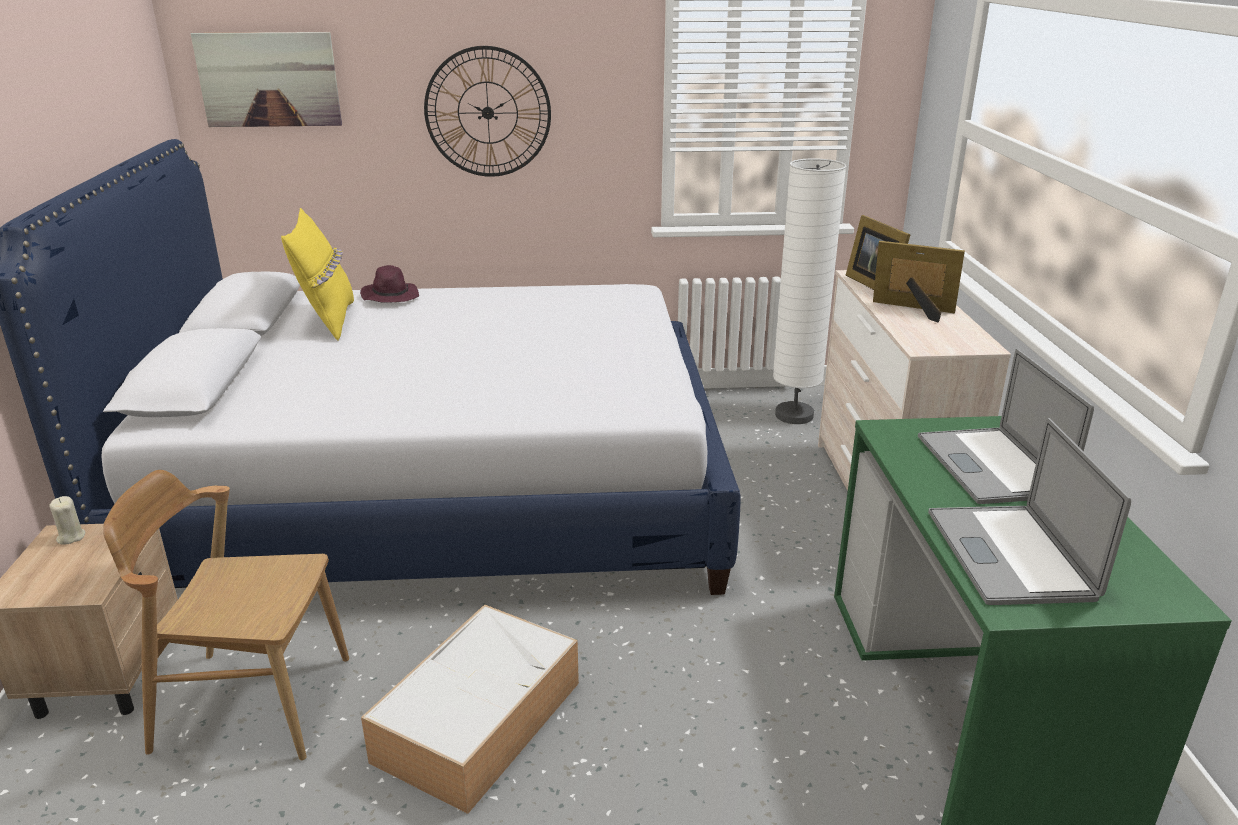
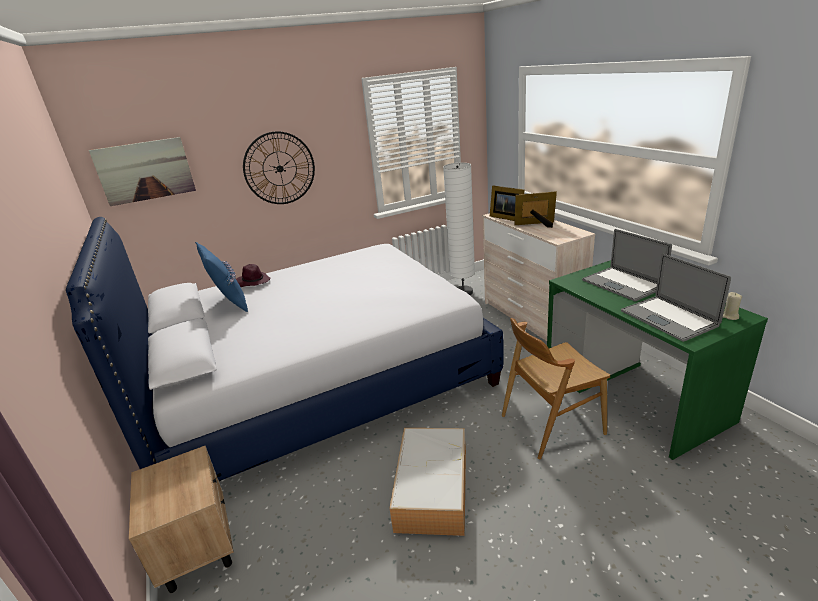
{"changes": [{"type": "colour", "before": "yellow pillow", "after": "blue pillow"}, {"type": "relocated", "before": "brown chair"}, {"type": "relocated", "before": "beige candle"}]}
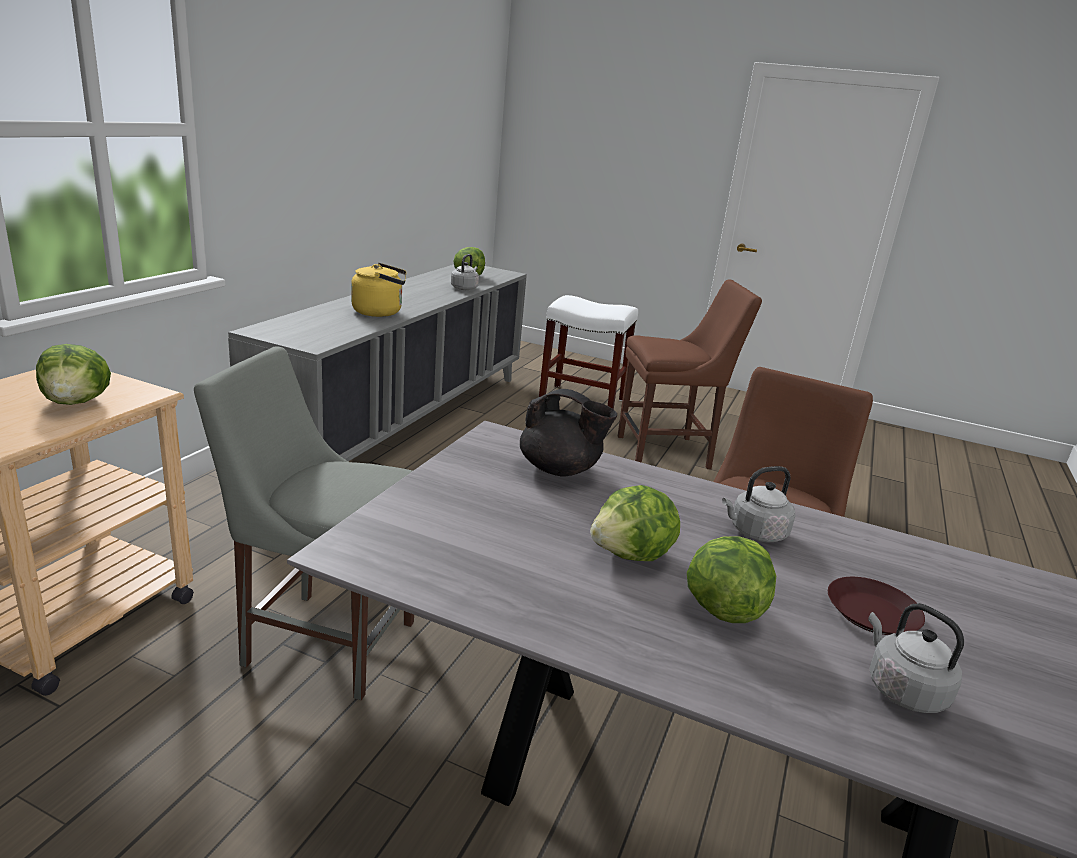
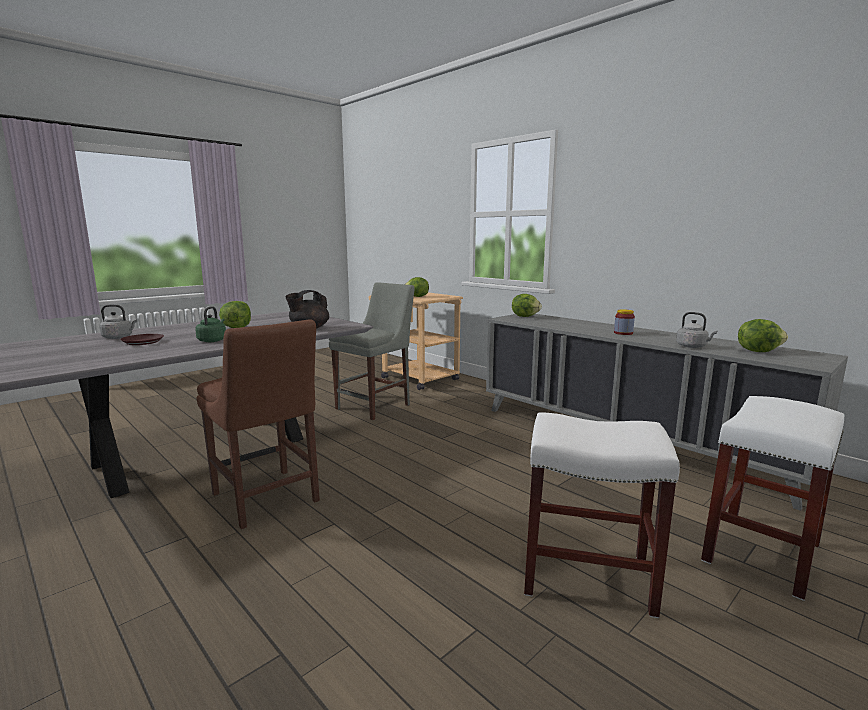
{"changes": [{"type": "colour", "before": "grey kettle (no. 2 from left)", "after": "green kettle"}, {"type": "relocated", "before": "lettuce (no. 4 from left in the first image)", "after": "lettuce (no. 3 from left)"}, {"type": "exchanged", "before": "brown chair (no. 1 from left)", "after": "white stool (no. 1 from left)"}, {"type": "appeared", "after": "jar"}, {"type": "missing", "before": "yellow kettle"}]}
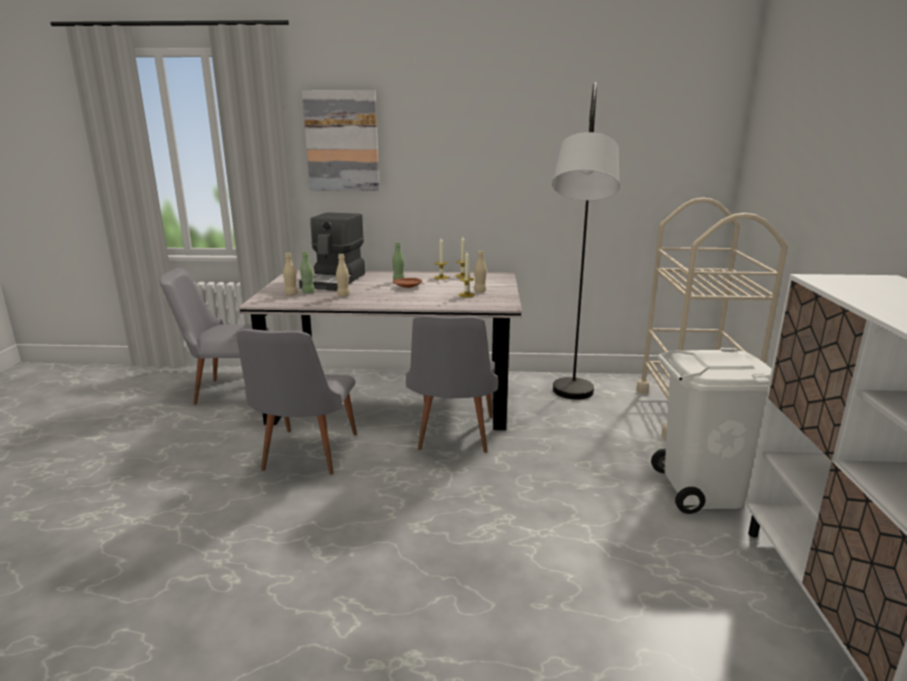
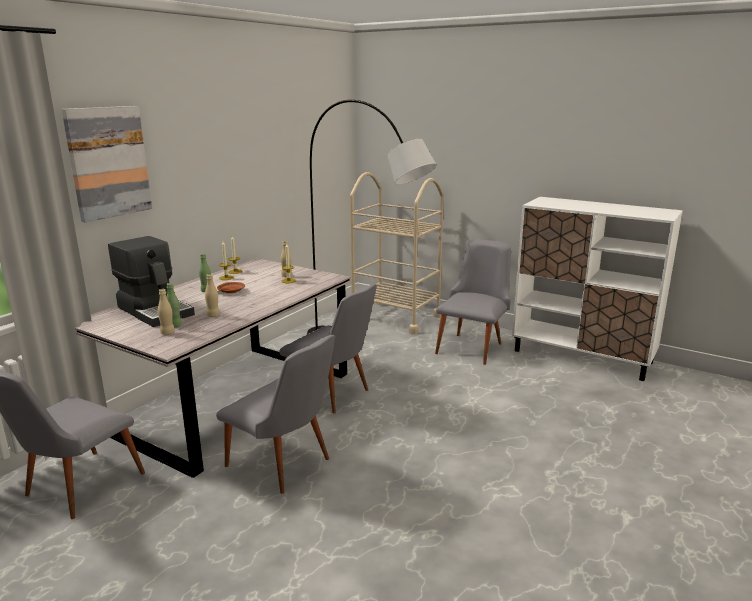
{"changes": [{"type": "exchanged", "before": "white trash can", "after": "grey chair (no. 4 from left)"}]}
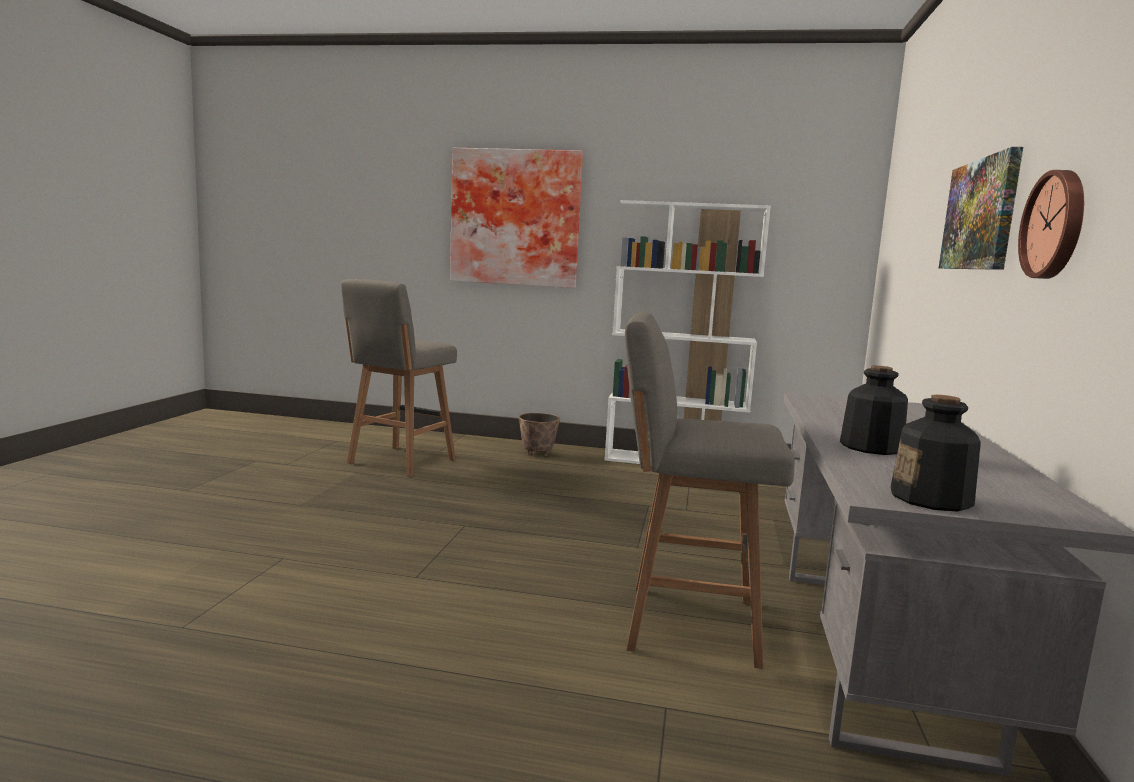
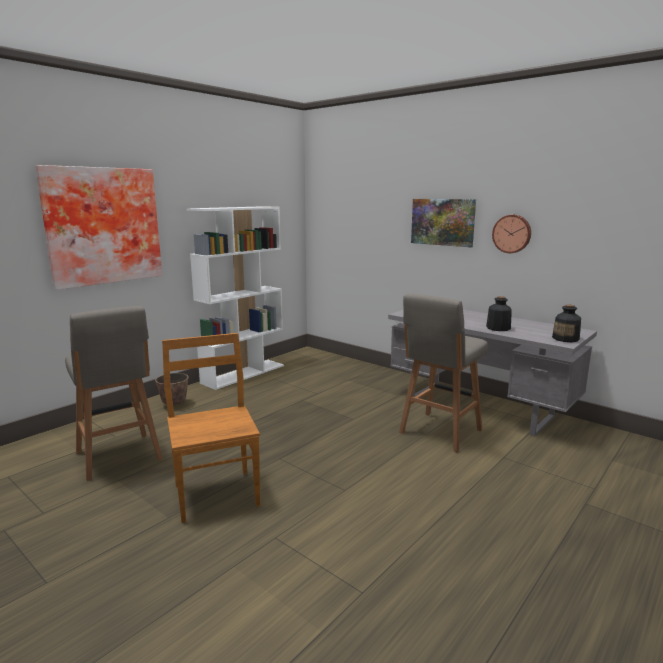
{"changes": [{"type": "appeared", "after": "brown chair"}]}
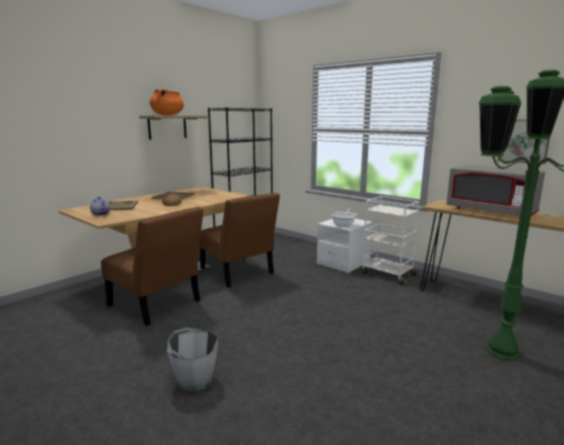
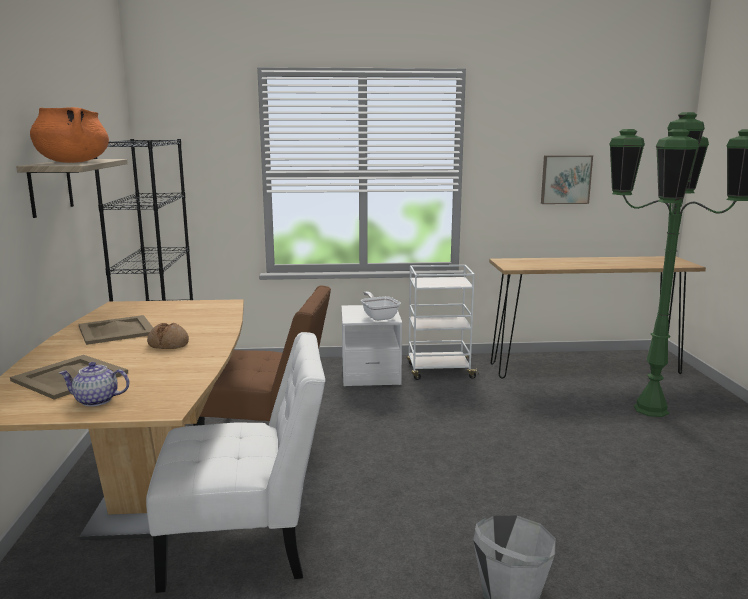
{"changes": [{"type": "colour", "before": "brown chair (no. 1 from left)", "after": "white chair"}, {"type": "missing", "before": "grey microwave"}]}
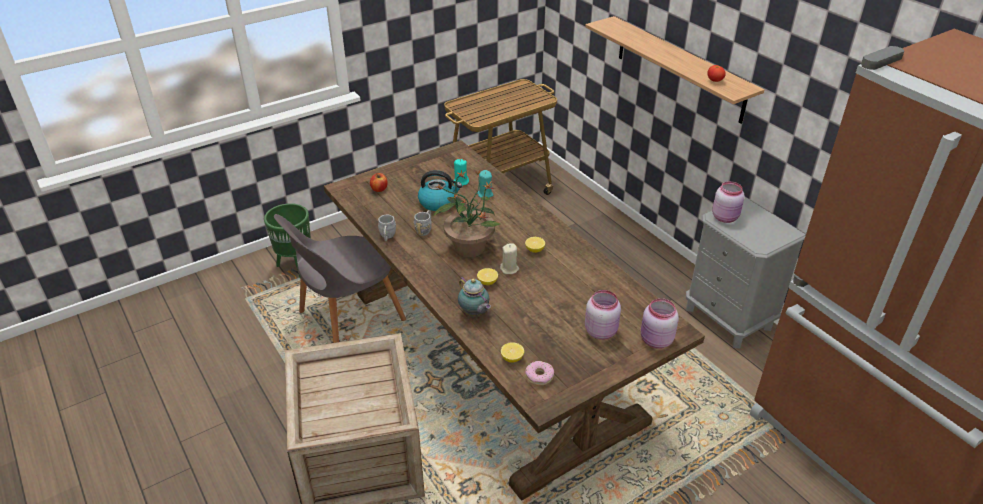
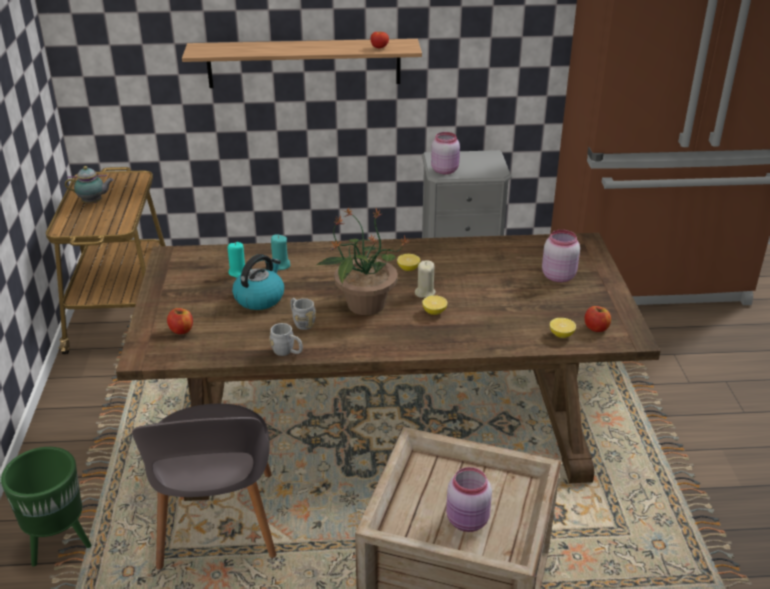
{"changes": [{"type": "relocated", "before": "teapot"}, {"type": "relocated", "before": "pink jar (no. 2 from left)"}, {"type": "exchanged", "before": "donut", "after": "apple (no. 2 from left)"}]}
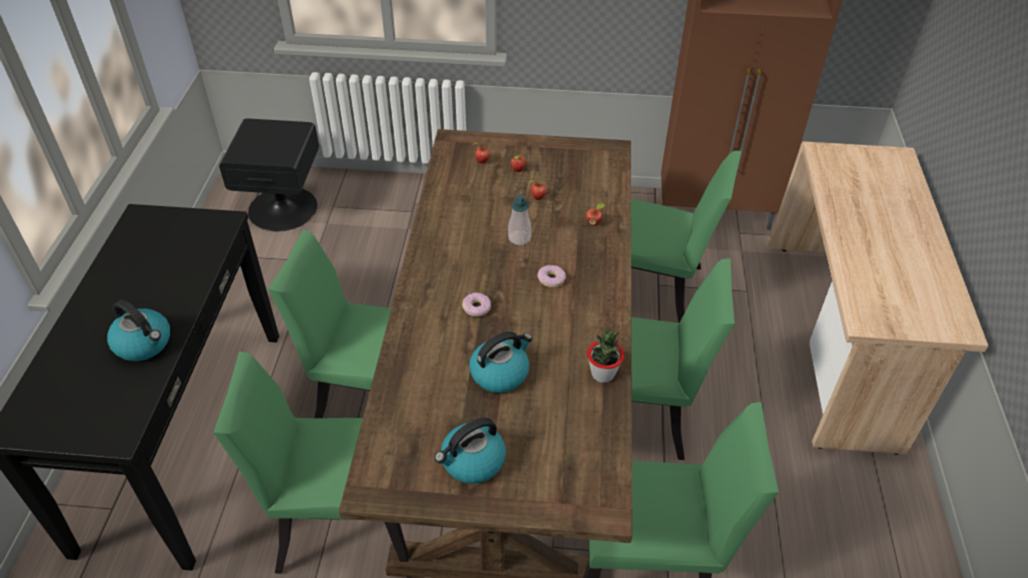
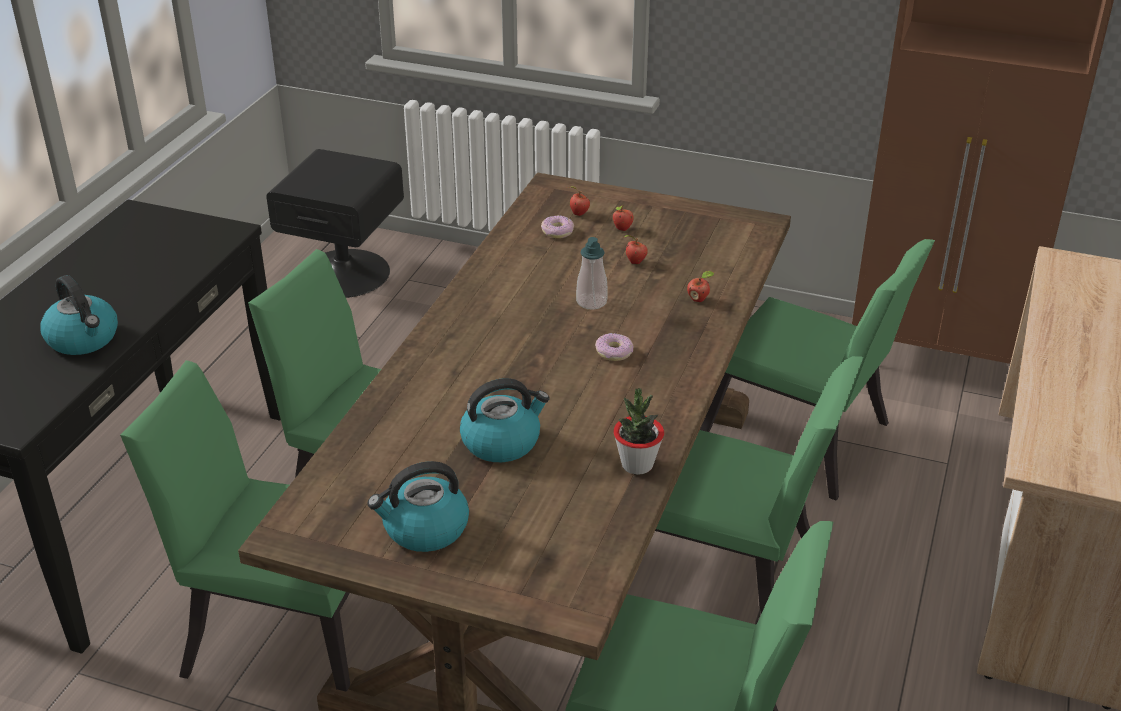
{"changes": [{"type": "relocated", "before": "donut (no. 1 from left)"}]}
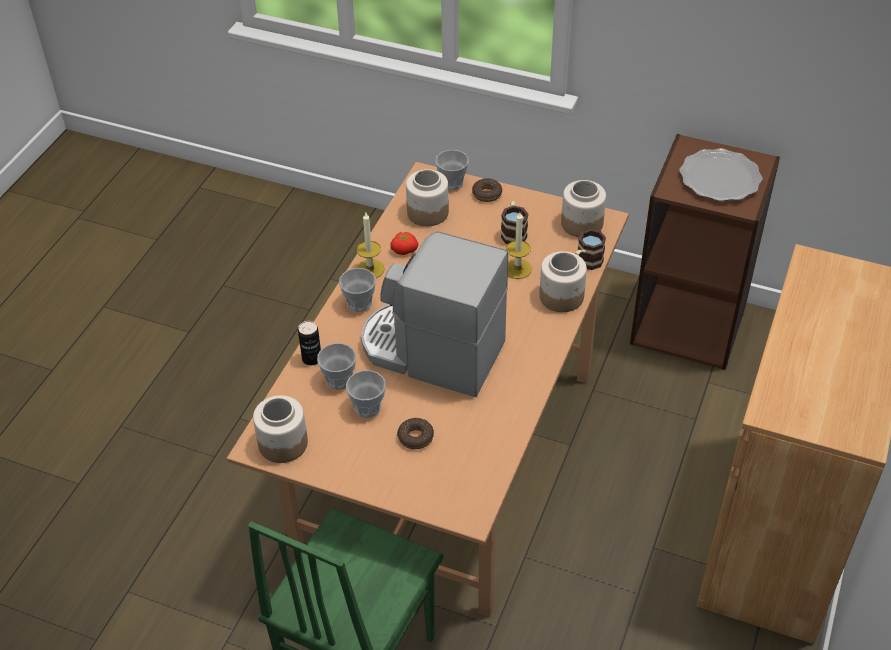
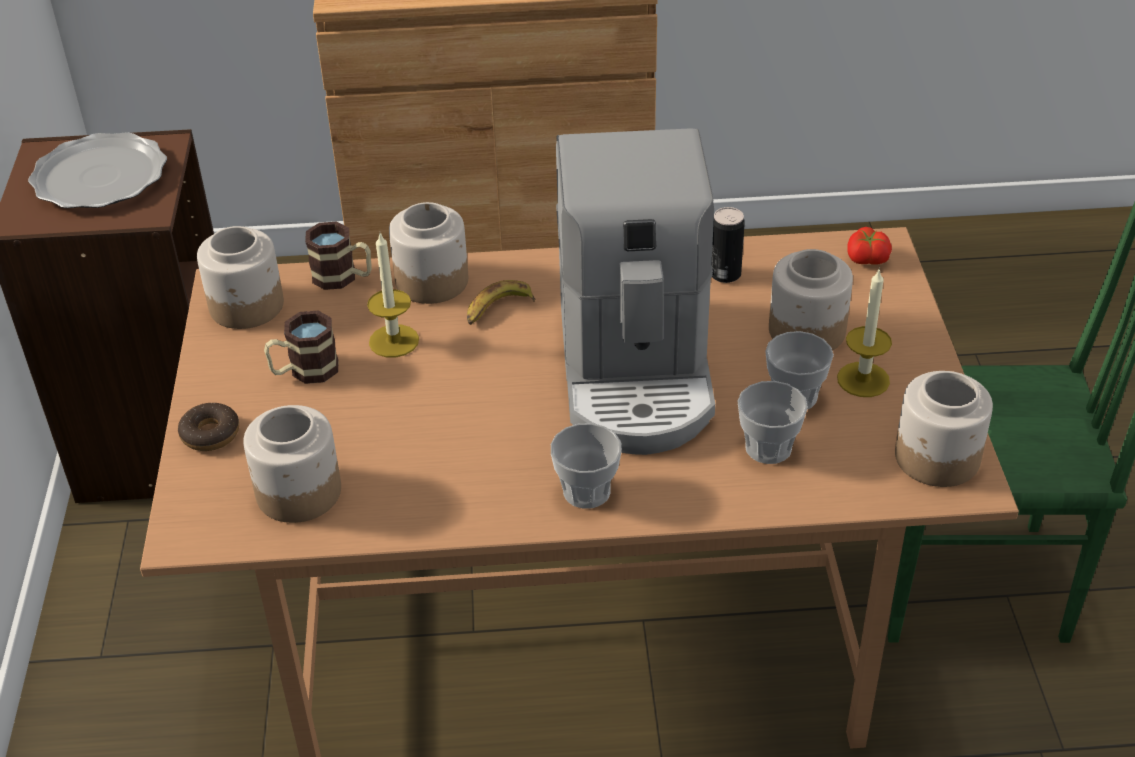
{"changes": [{"type": "appeared", "after": "banana"}, {"type": "relocated", "before": "can"}, {"type": "exchanged", "before": "donut (no. 1 from left)", "after": "jar (no. 4 from left)"}, {"type": "relocated", "before": "candle (no. 1 from left in the first image)", "after": "candle (no. 2 from left)"}, {"type": "relocated", "before": "tomato"}, {"type": "missing", "before": "cup (no. 4 from left)"}]}
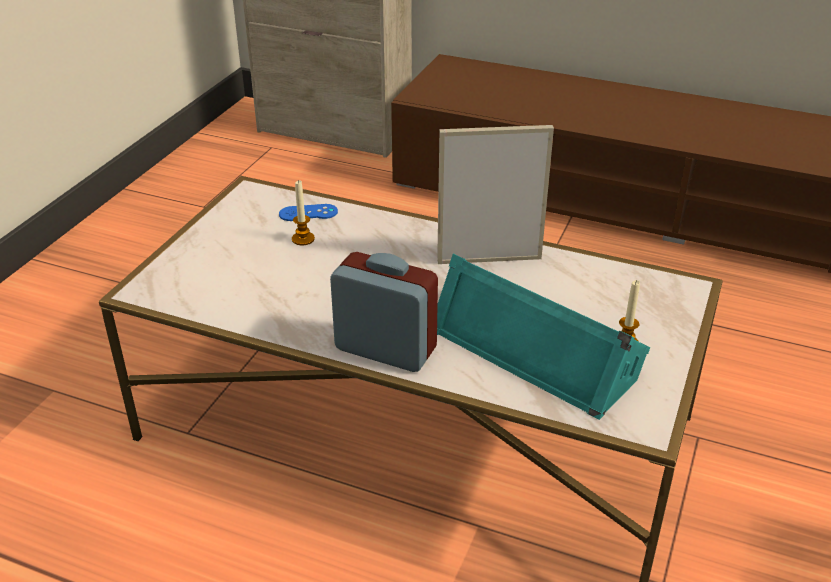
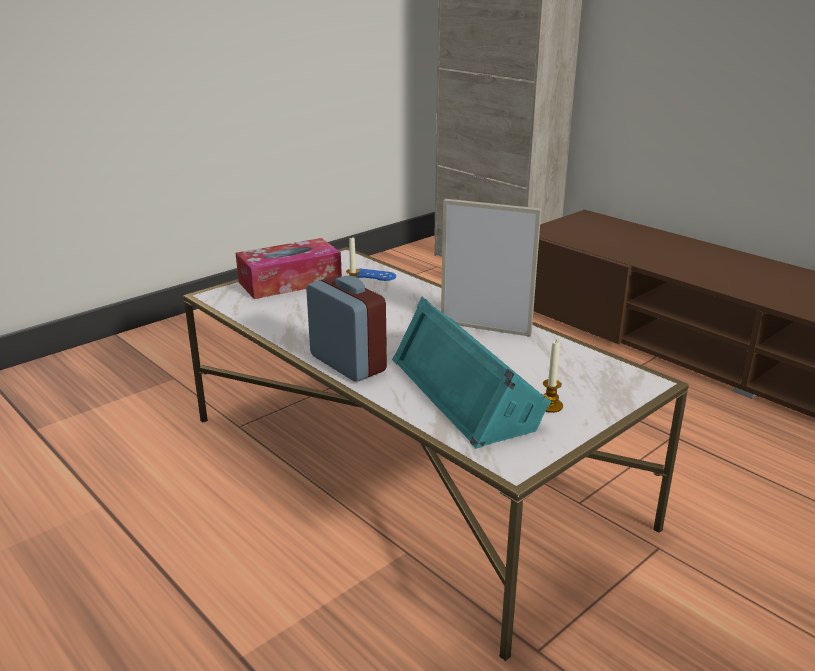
{"changes": [{"type": "appeared", "after": "tissue box"}]}
